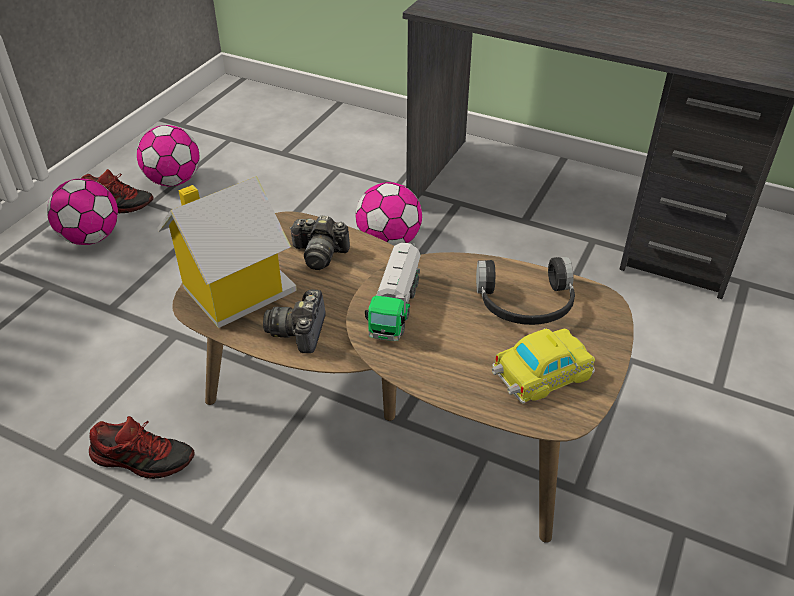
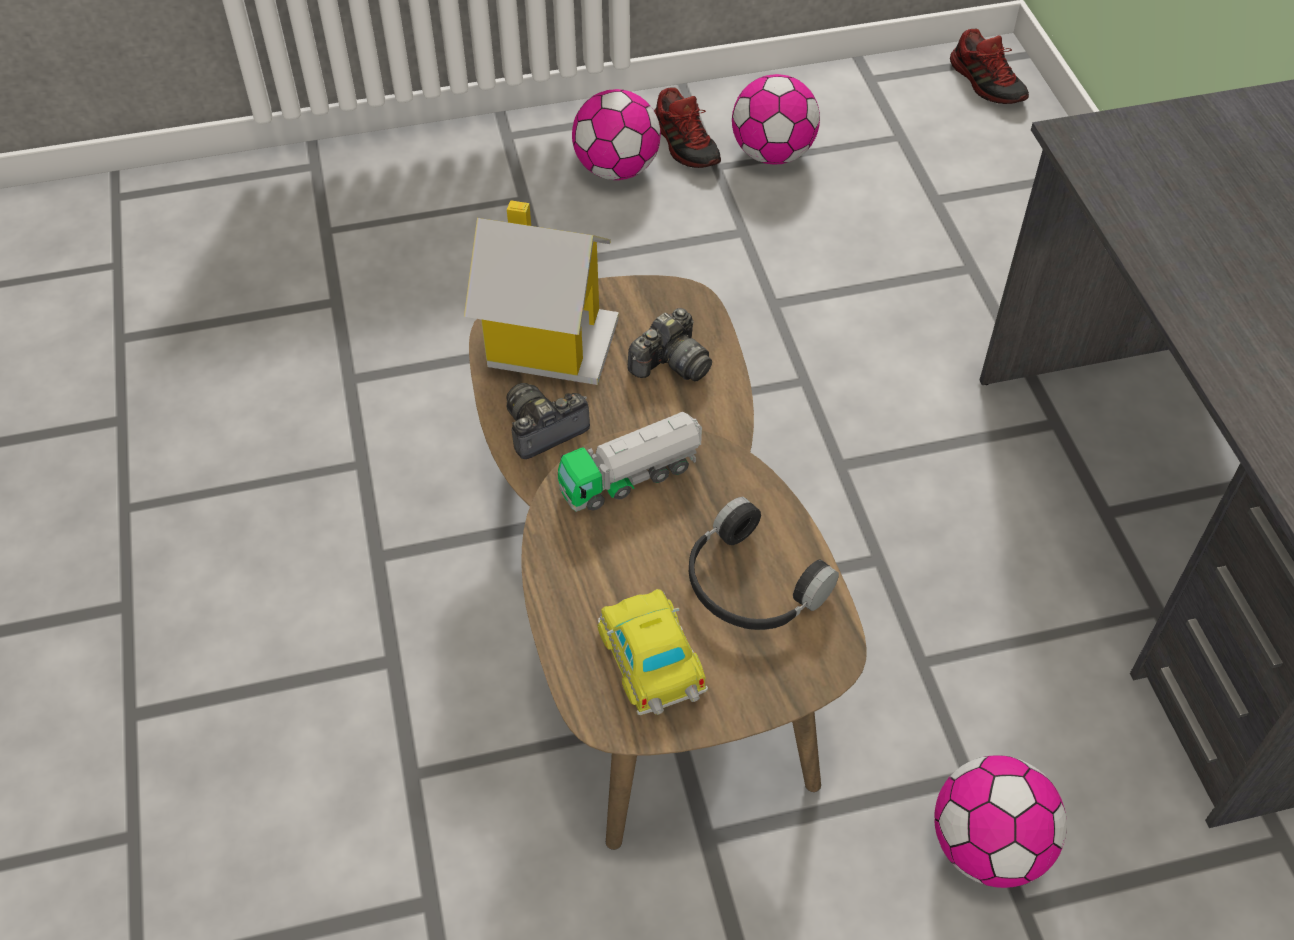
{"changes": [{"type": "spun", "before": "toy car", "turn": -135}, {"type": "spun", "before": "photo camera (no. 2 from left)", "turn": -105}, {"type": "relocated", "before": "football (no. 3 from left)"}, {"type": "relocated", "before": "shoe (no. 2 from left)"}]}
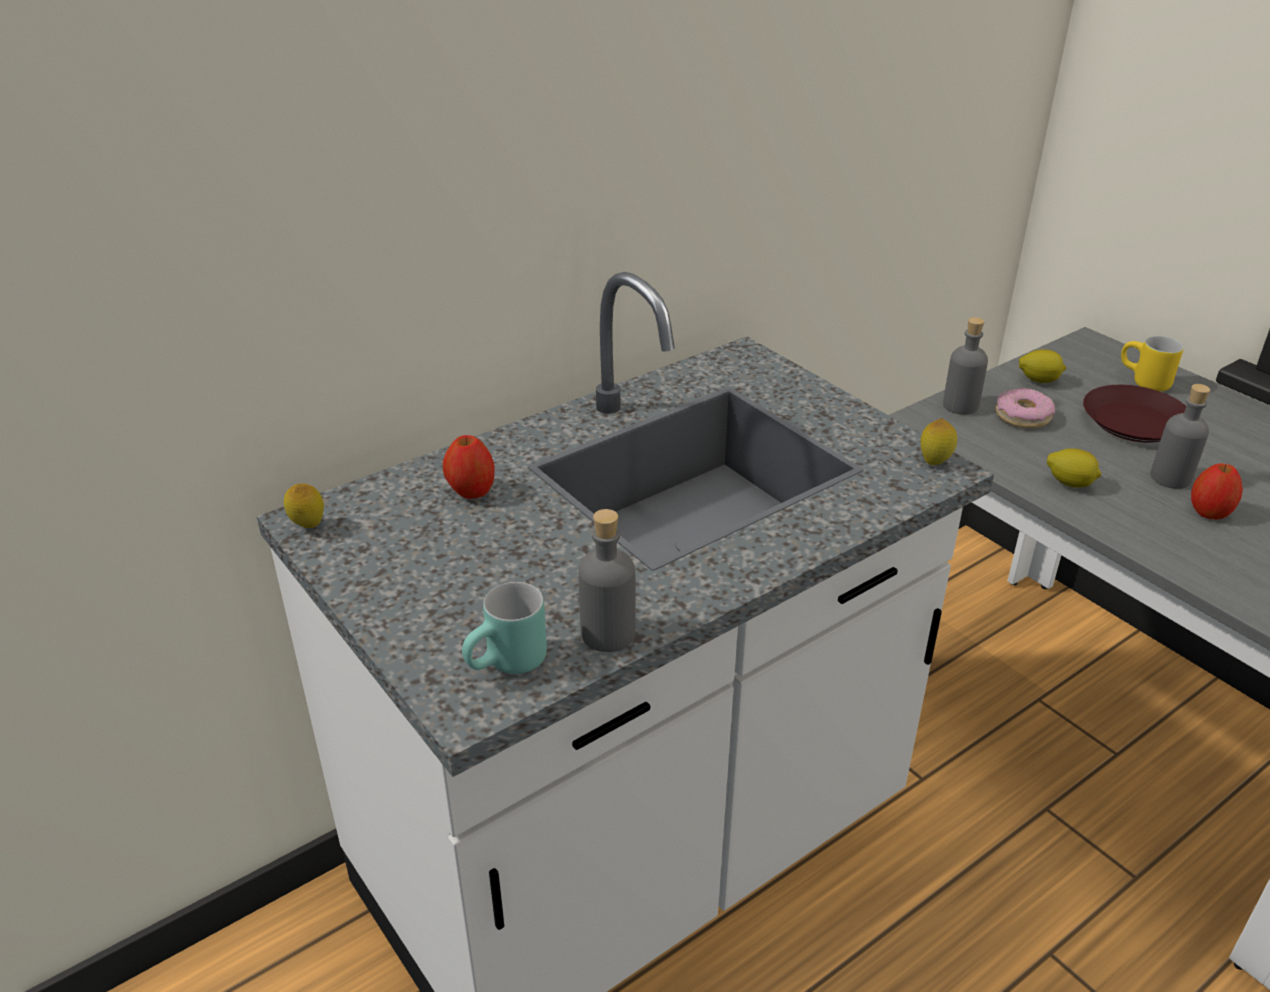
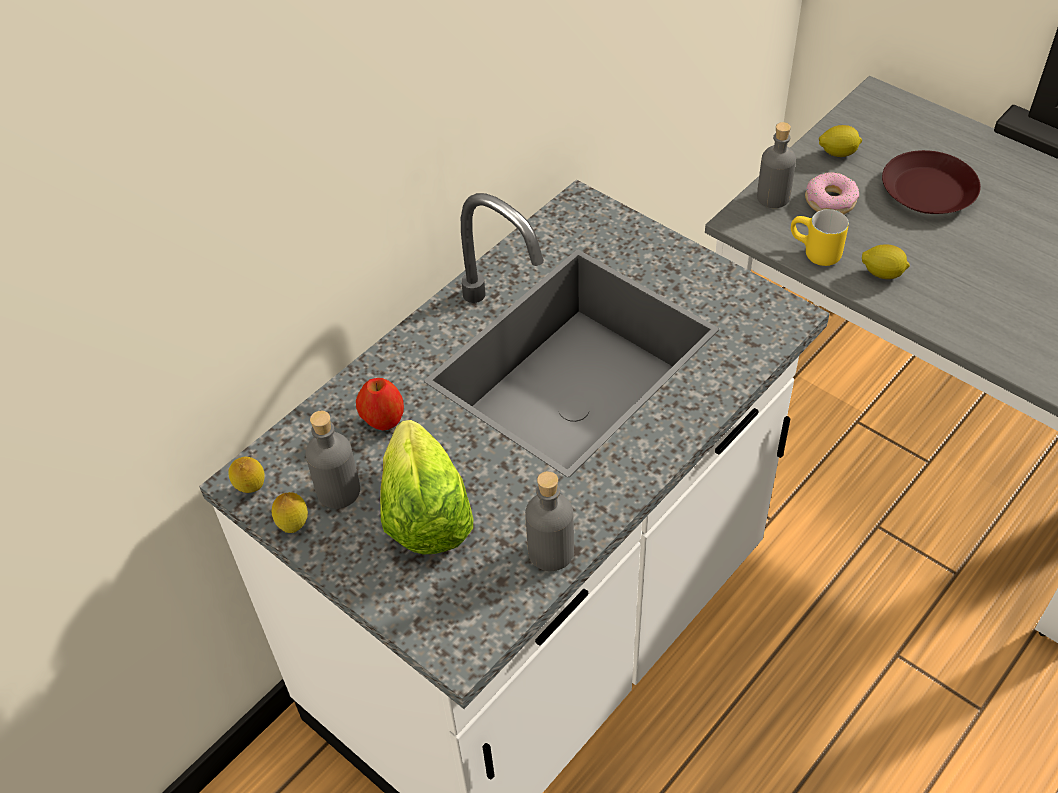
{"changes": [{"type": "relocated", "before": "lemon (no. 2 from left)"}, {"type": "relocated", "before": "grey bottle (no. 3 from left in the first image)", "after": "grey bottle (no. 1 from left)"}, {"type": "appeared", "after": "lettuce"}, {"type": "relocated", "before": "yellow mug"}, {"type": "missing", "before": "turquoise mug"}, {"type": "missing", "before": "apple (no. 2 from left)"}]}
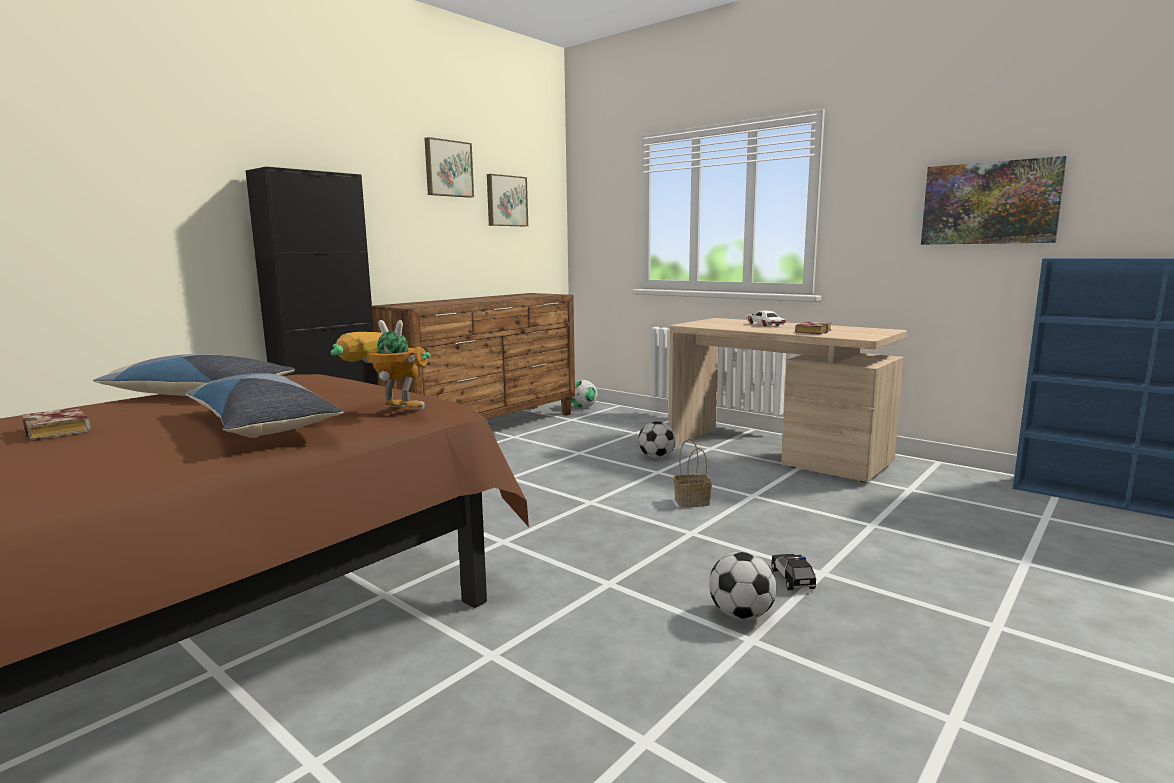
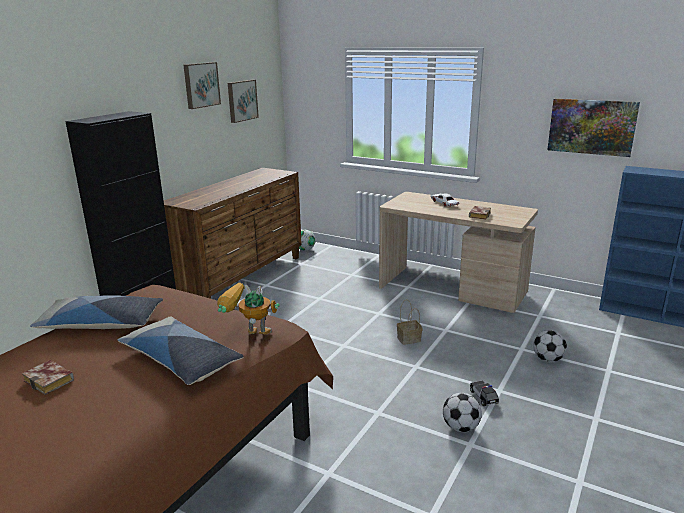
{"changes": [{"type": "relocated", "before": "football (no. 2 from left in the first image)", "after": "football (no. 3 from left)"}]}
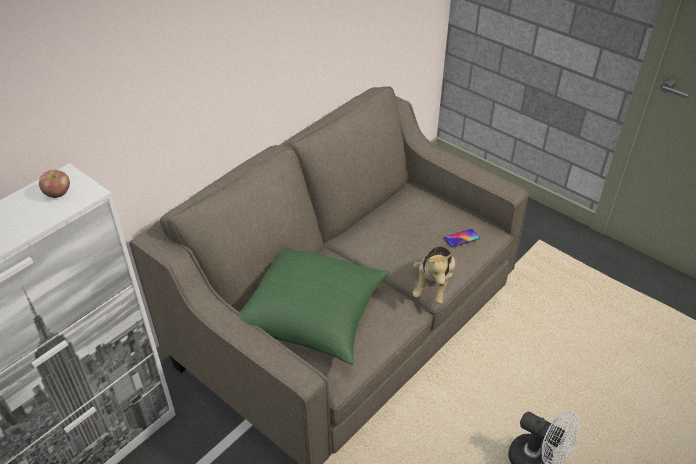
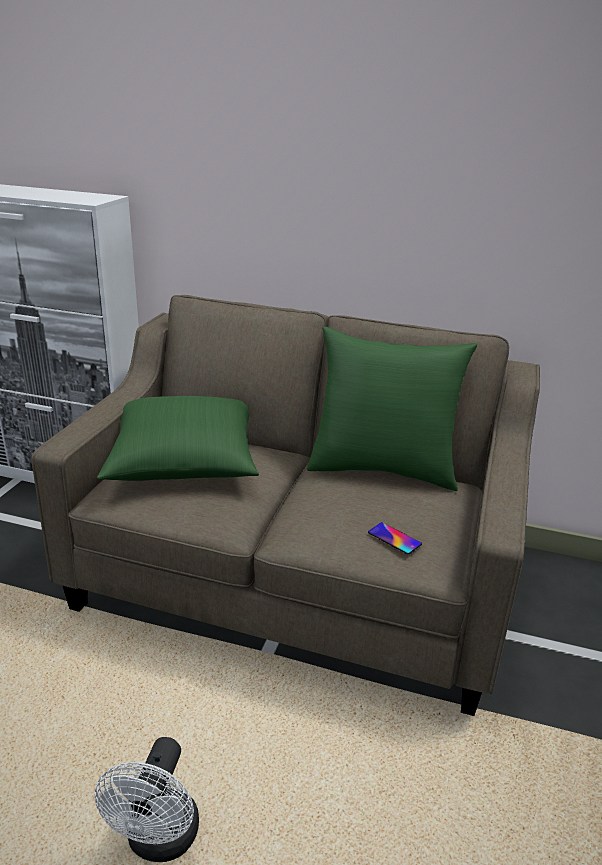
{"changes": [{"type": "appeared", "after": "green pillow (no. 2 from left)"}, {"type": "missing", "before": "apple"}, {"type": "missing", "before": "plush toy"}]}
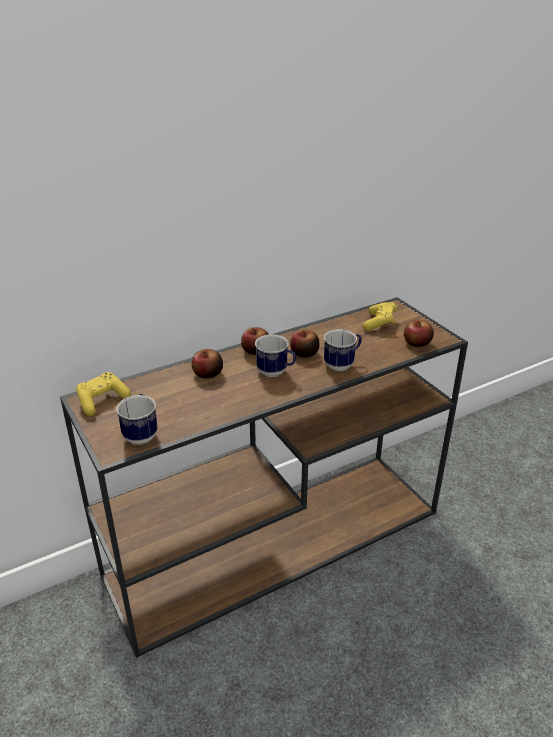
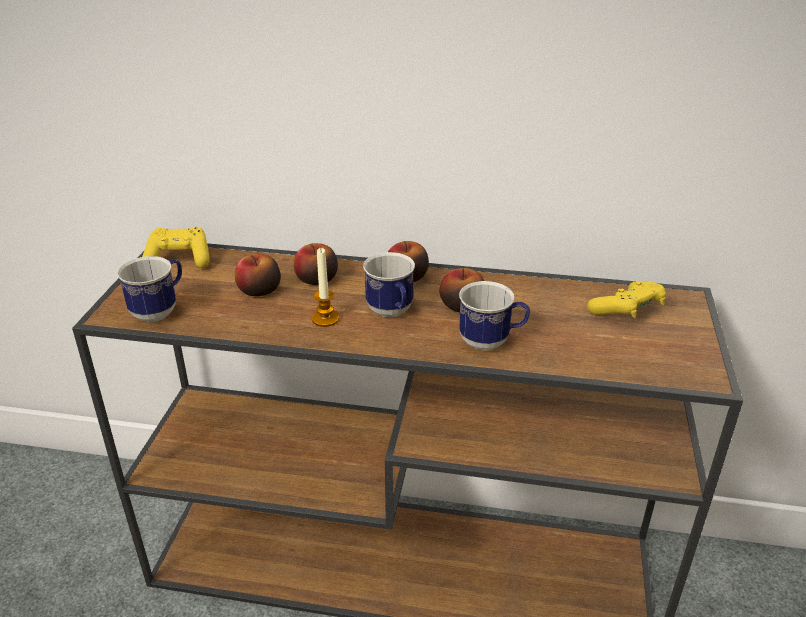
{"changes": [{"type": "relocated", "before": "apple (no. 4 from left in the first image)", "after": "apple (no. 1 from left)"}, {"type": "appeared", "after": "candle"}]}
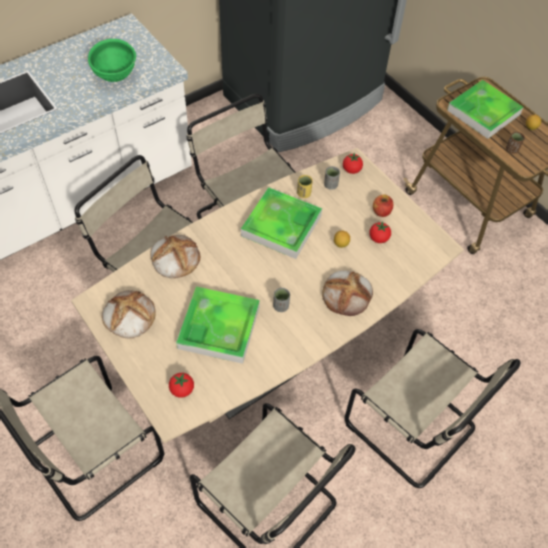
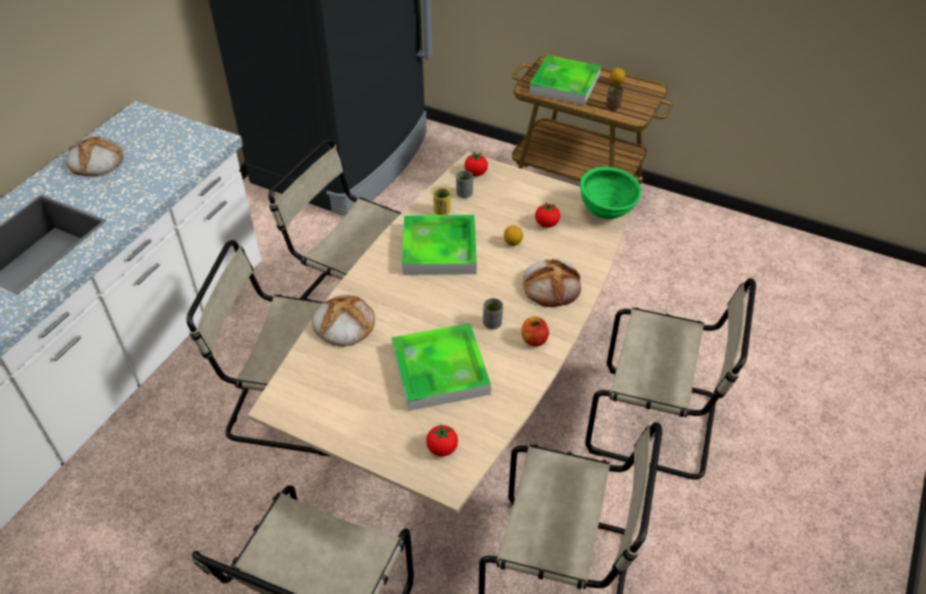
{"changes": [{"type": "relocated", "before": "bread (no. 1 from left)"}, {"type": "relocated", "before": "apple"}, {"type": "relocated", "before": "green bowl"}]}
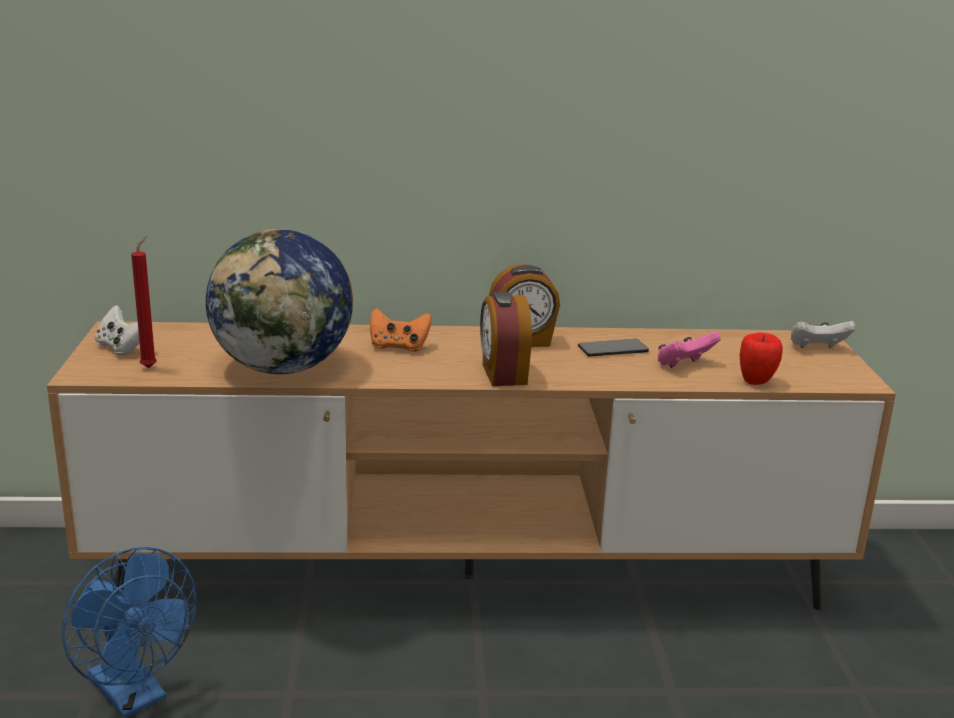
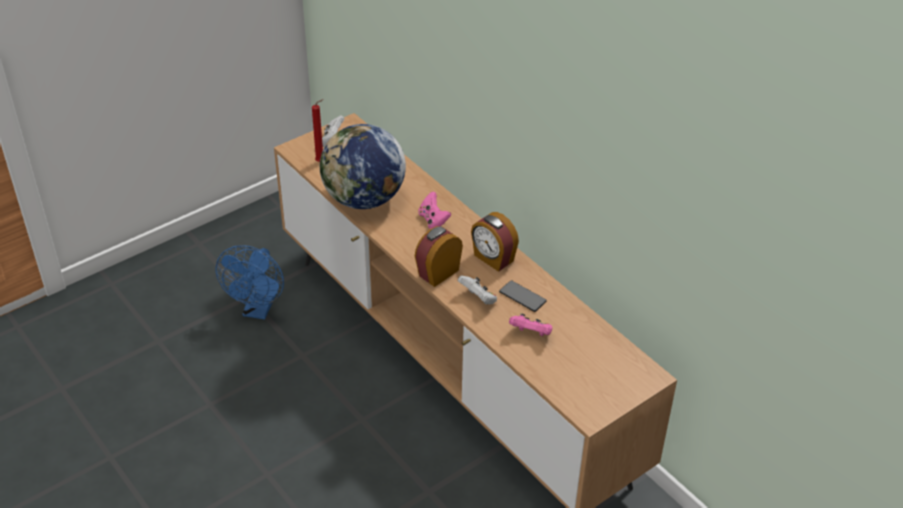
{"changes": [{"type": "colour", "before": "orange game controller", "after": "pink game controller (no. 1 from left)"}, {"type": "relocated", "before": "white game controller (no. 2 from left)"}, {"type": "missing", "before": "apple"}]}
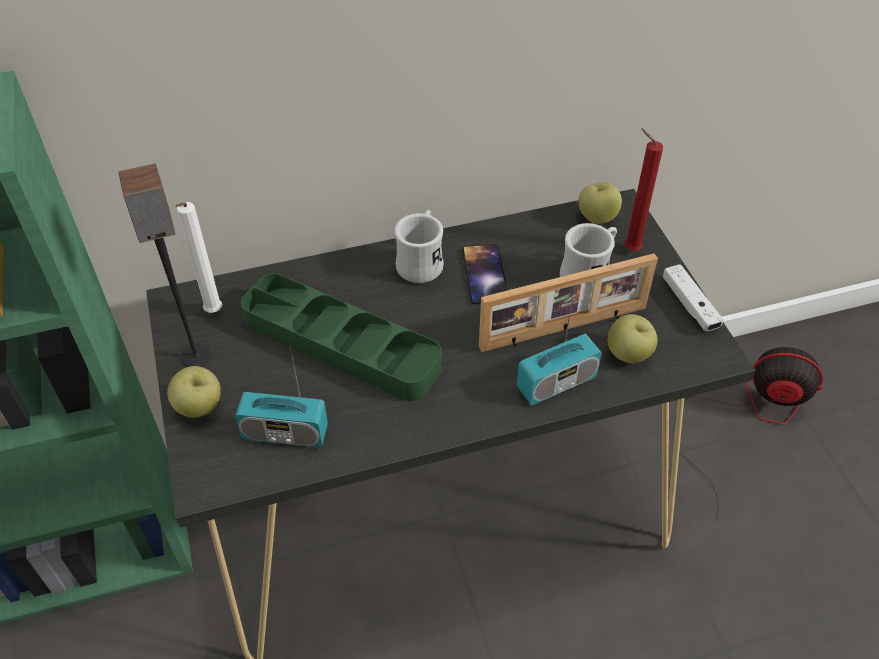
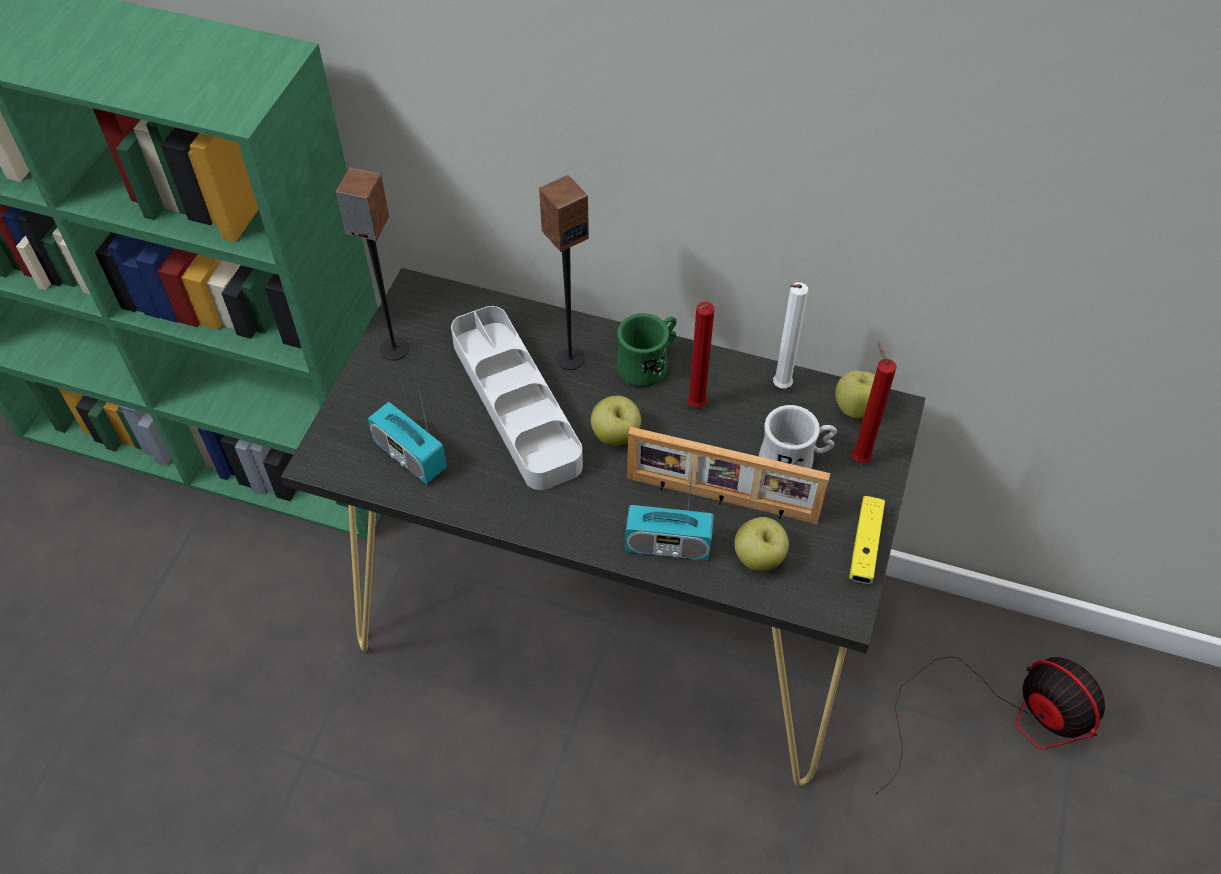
{"changes": [{"type": "colour", "before": "green tray", "after": "grey tray"}, {"type": "appeared", "after": "speaker (no. 2 from left)"}, {"type": "relocated", "before": "apple (no. 1 from left)"}, {"type": "colour", "before": "white mug (no. 1 from left)", "after": "green mug"}, {"type": "exchanged", "before": "phone", "after": "red candle (no. 1 from left)"}, {"type": "relocated", "before": "white candle"}, {"type": "colour", "before": "white game controller", "after": "yellow game controller"}]}
